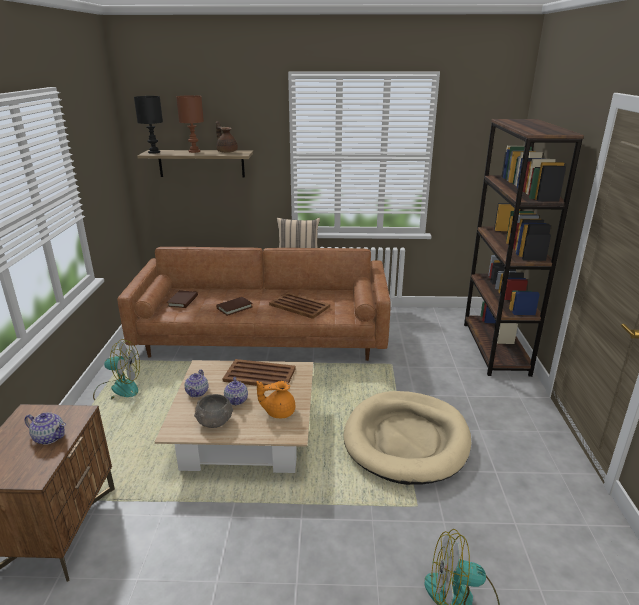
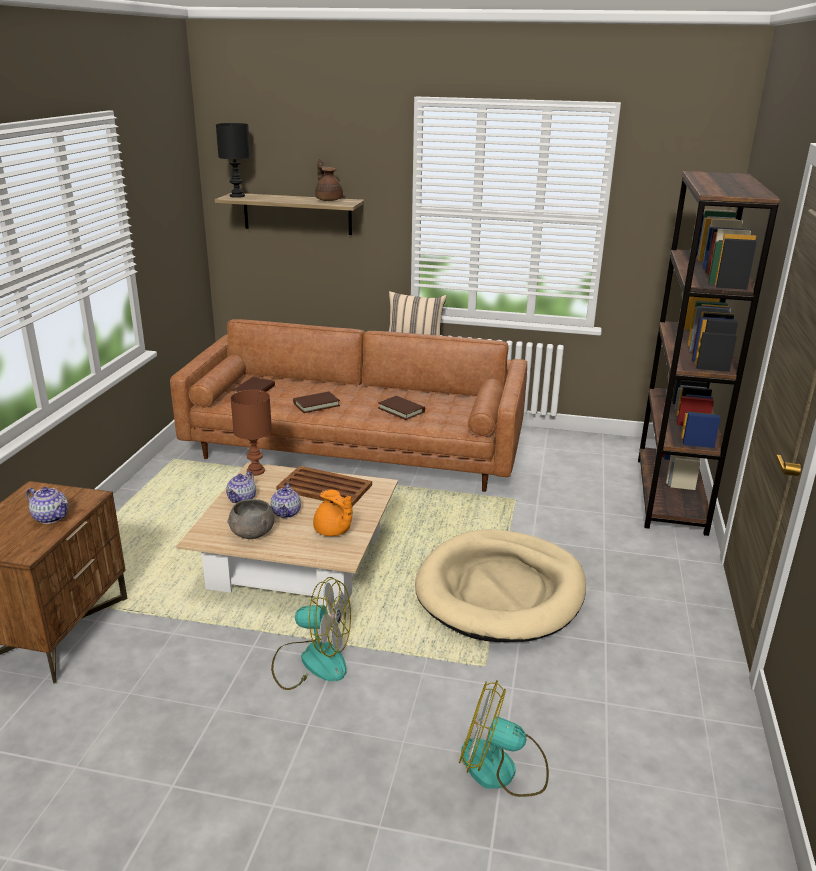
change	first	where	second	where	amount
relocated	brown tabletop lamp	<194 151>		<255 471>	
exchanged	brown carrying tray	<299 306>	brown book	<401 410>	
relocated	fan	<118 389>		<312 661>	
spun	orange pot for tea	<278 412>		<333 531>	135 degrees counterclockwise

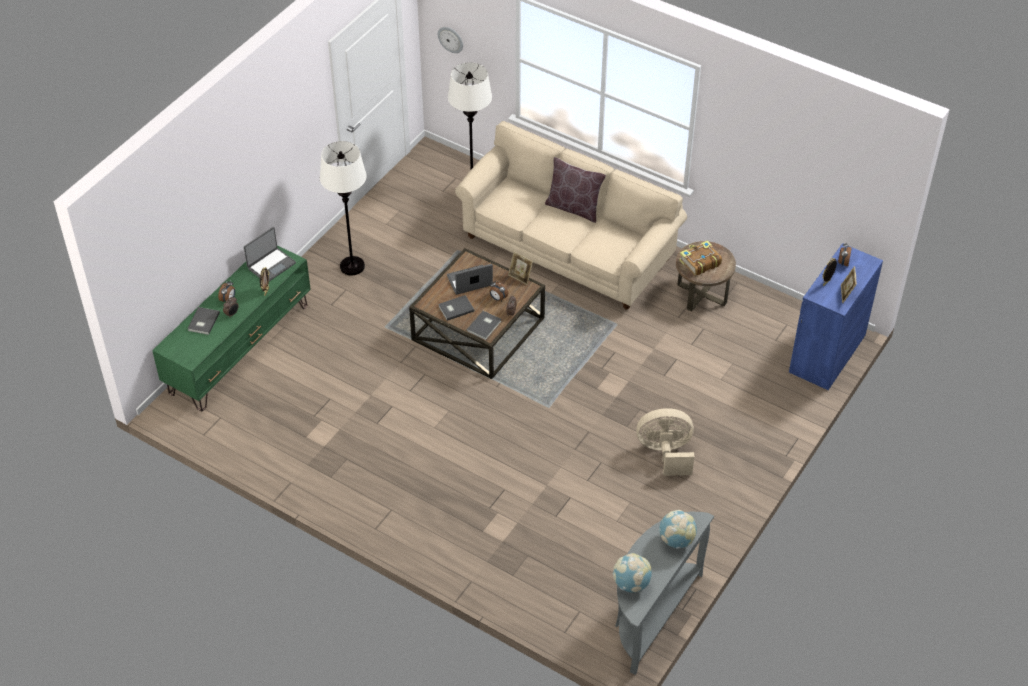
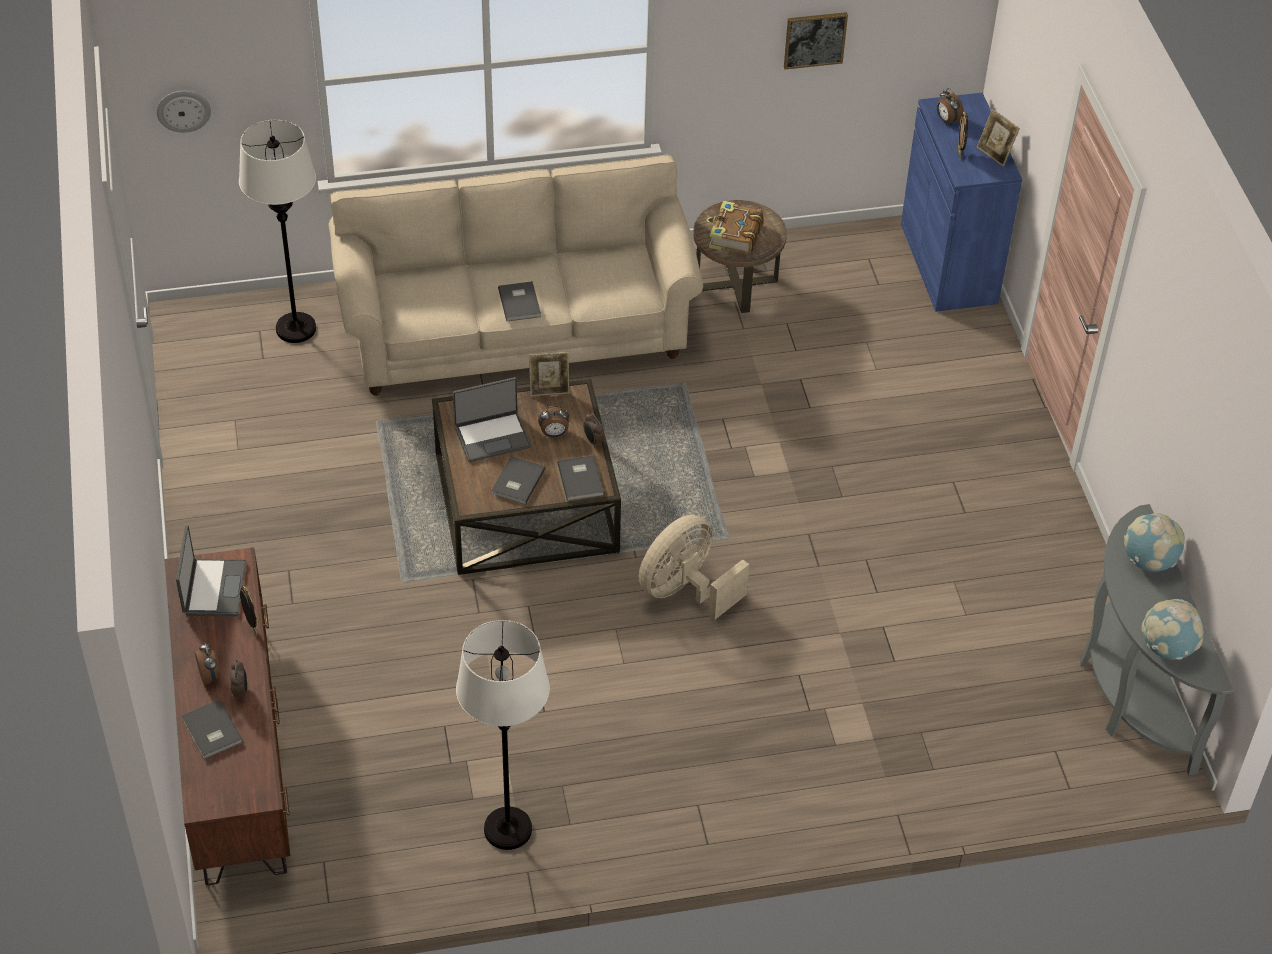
change	first	where	second	where	amount
relocated	whitish standard lamp	<352 266>		<508 829>	
missing	brown pillow	<574 208>			
colour	green-coloured tv unit	<240 348>	brown tv unit	<234 749>	
spun	laptop	<470 281>		<492 436>	135 degrees counterclockwise
relocated	sand-coloured fan	<665 453>		<685 591>	
appeared			picture	<815 39>	
appeared			grey book	<520 302>	

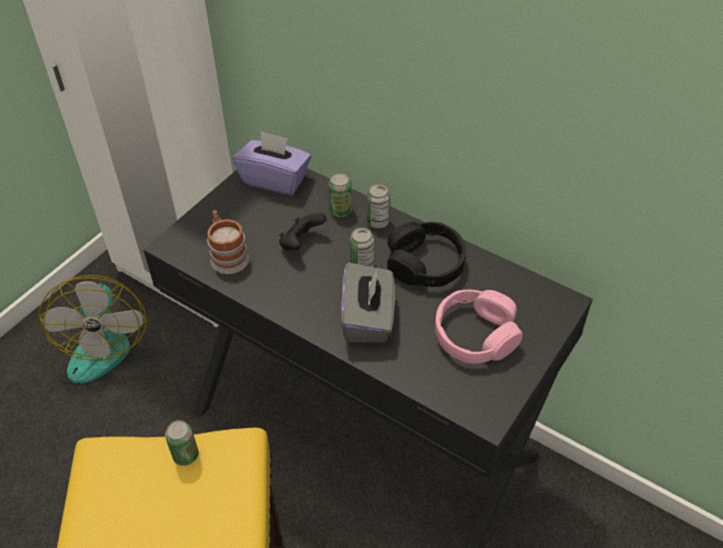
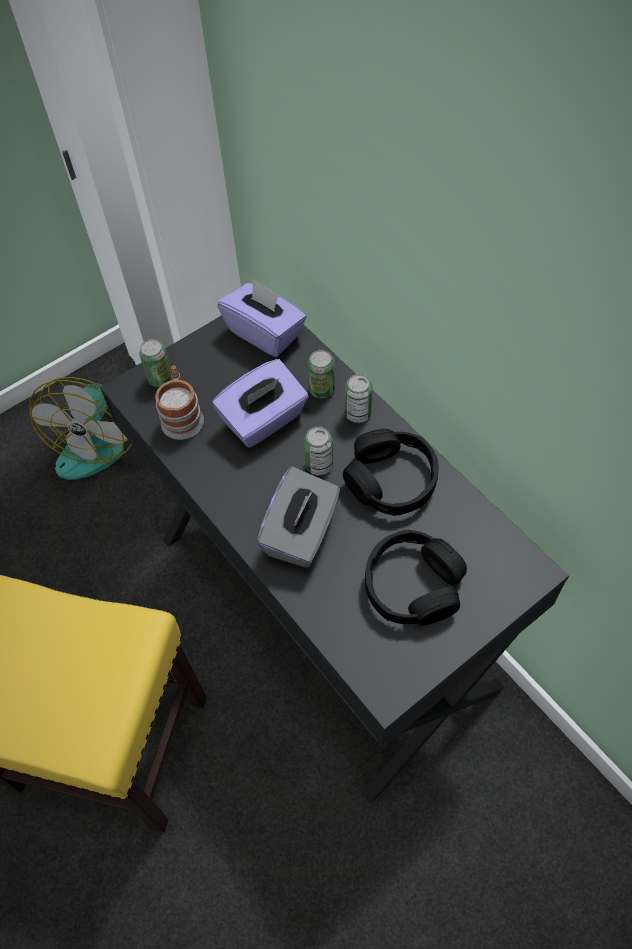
change	first	where	second	where	amount
exchanged	black-coloured gamepad	<301 243>	purplish tissue box	<264 420>	
colour	pinkish pair of headphones	<475 335>	black-coloured pair of headphones	<413 585>	
relocated	metal can	<185 455>		<160 378>	

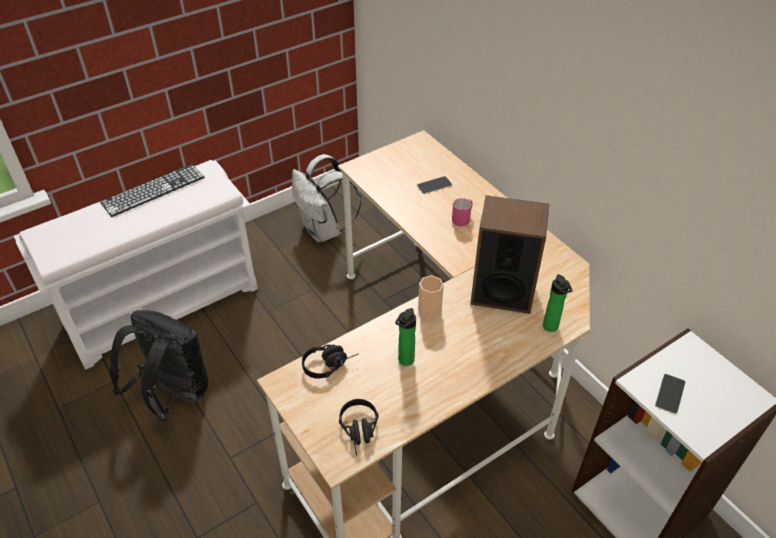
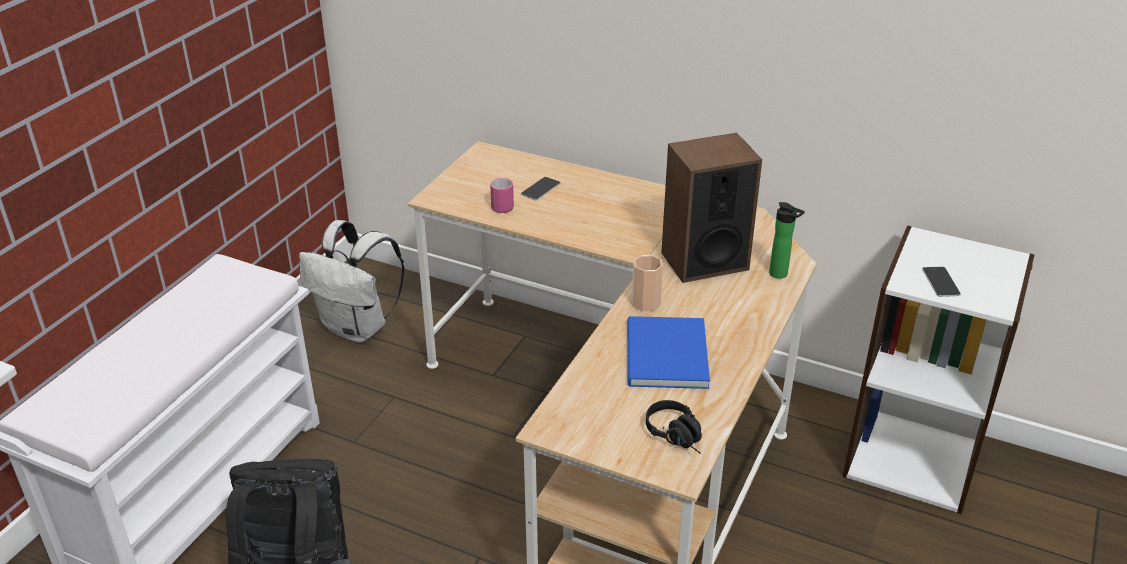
change	first	where	second	where	amount
missing	PC keyboard	<153 190>			
relocated	pinkish tea mug	<462 219>		<503 206>	
exchanged	bottle	<404 361>	blue book	<664 357>	
missing	black-coloured pair of headphones	<330 364>			

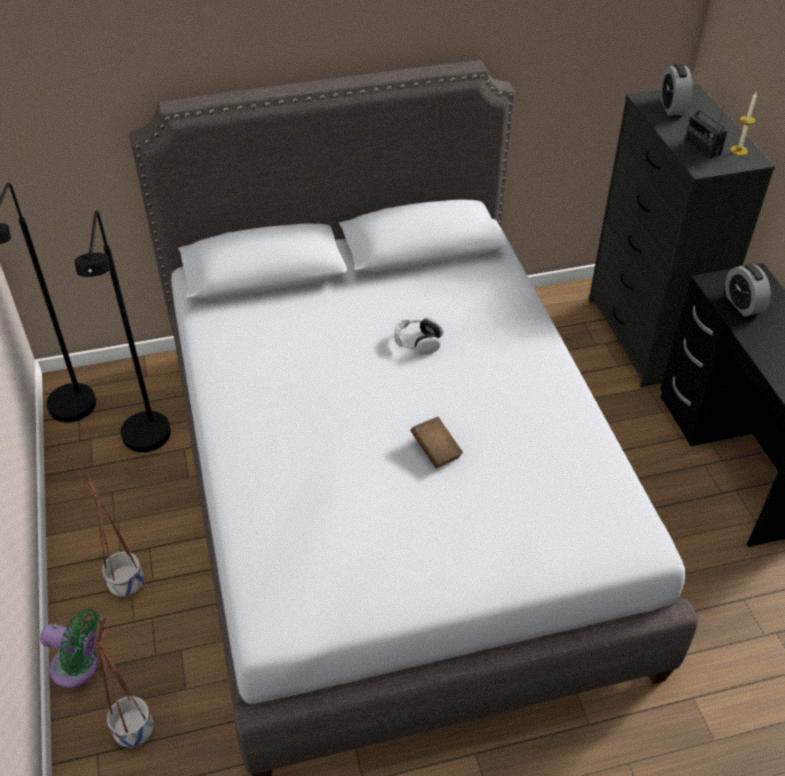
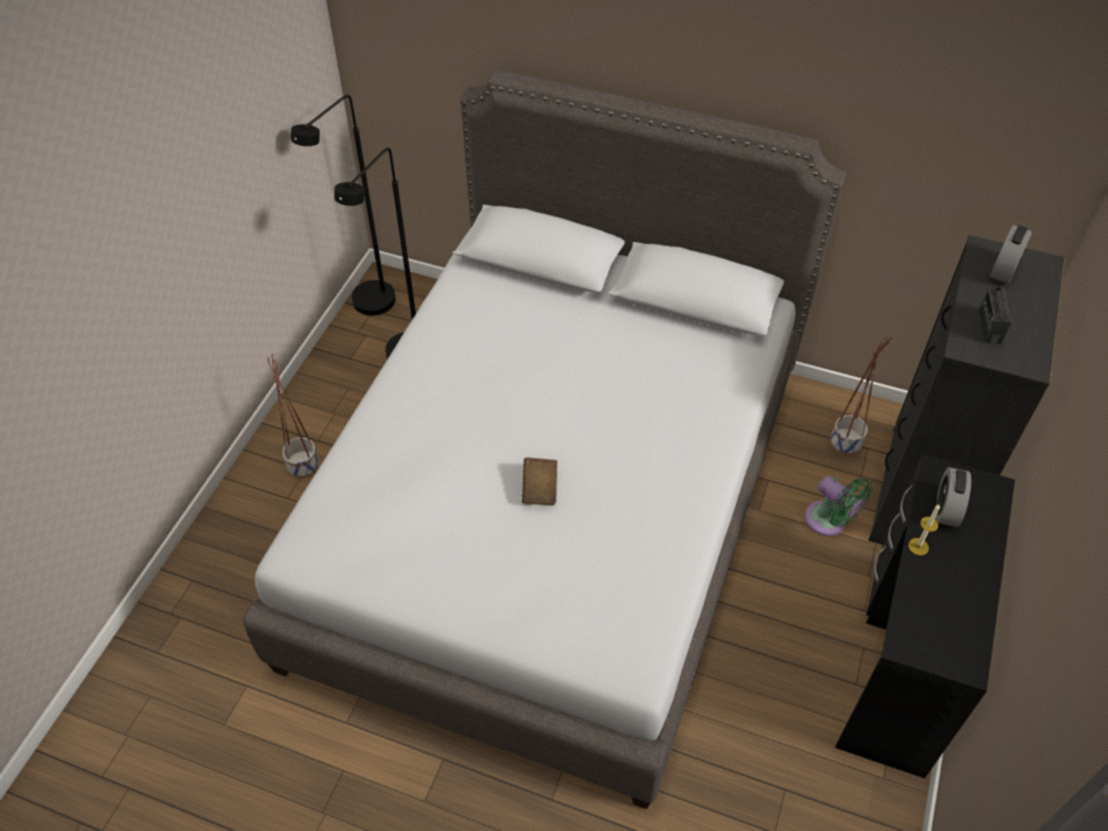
change	first	where	second	where	amount
relocated	wax candle	<739 150>		<918 546>	
missing	pair of headphones	<418 342>			
relocated	green-coloured fan	<79 667>		<829 522>	
relocated	planter	<134 731>		<845 444>	

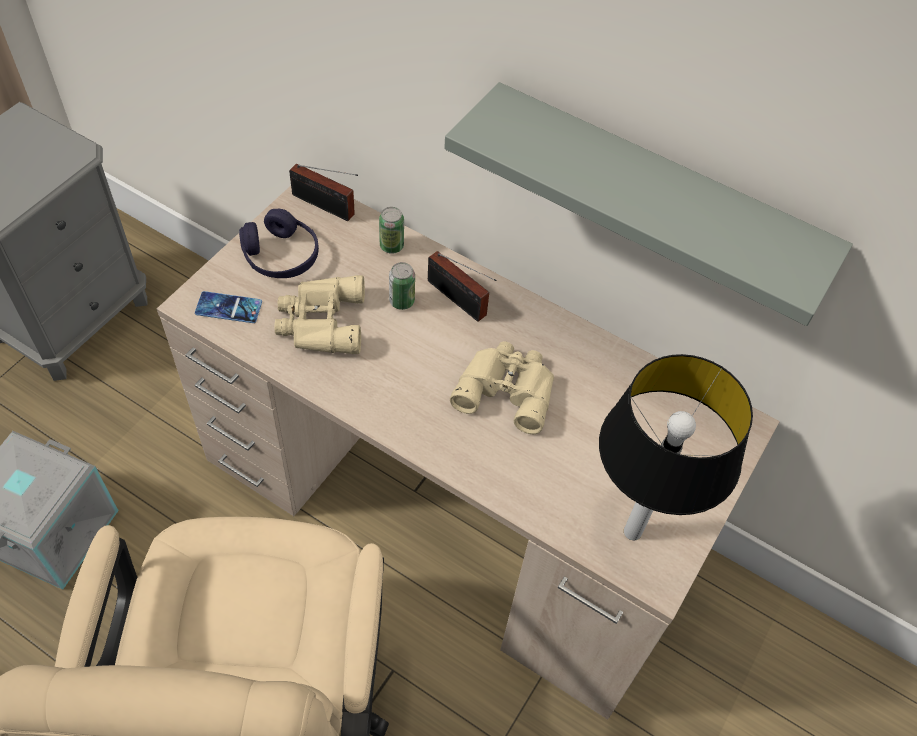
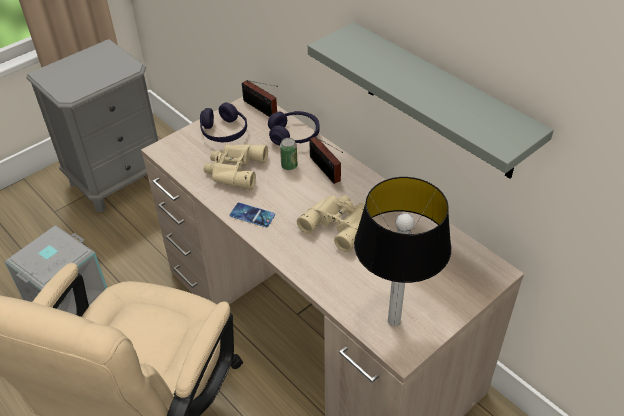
change	first	where	second	where	amount
exchanged	metal can	<391 246>	purplish pair of headphones	<294 135>	
relocated	telephone	<228 308>		<252 215>	

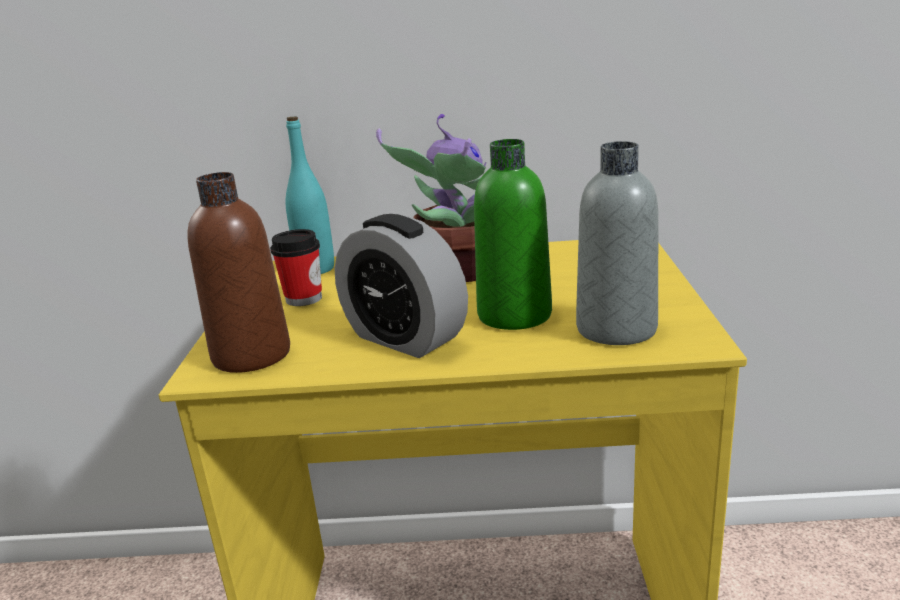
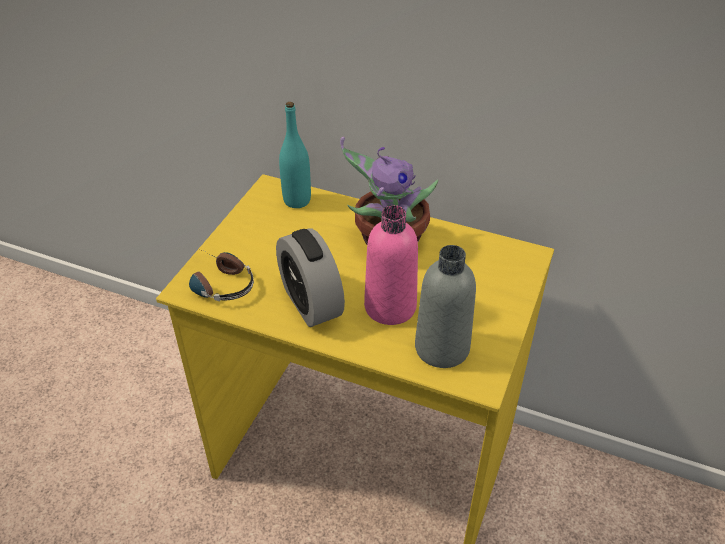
change	first	where	second	where	amount
colour	green-coloured bottle	<514 315>	pinkish bottle	<390 307>	
exchanged	brown bottle	<251 355>	pair of headphones	<217 283>	
missing	small cup	<304 298>			

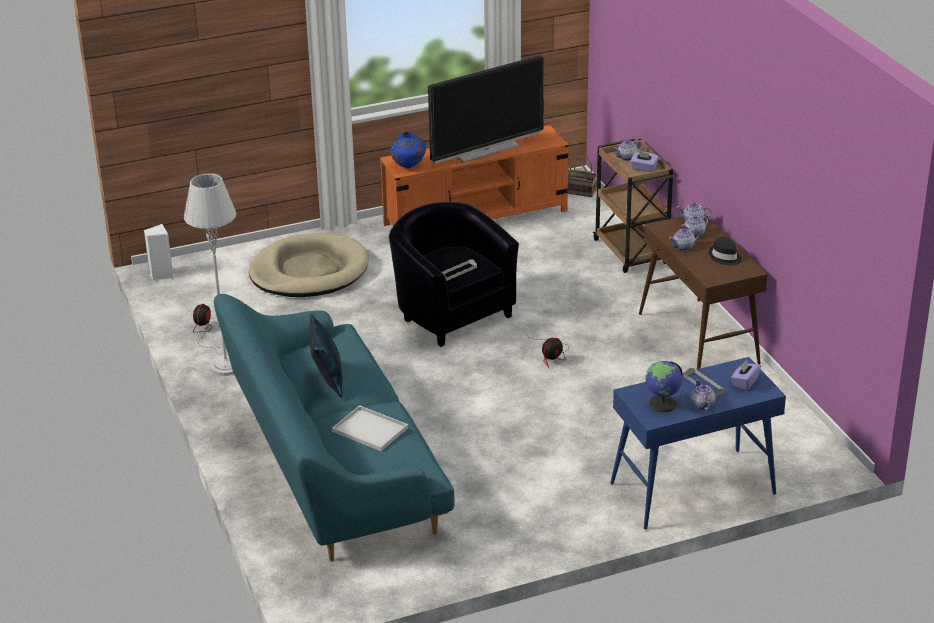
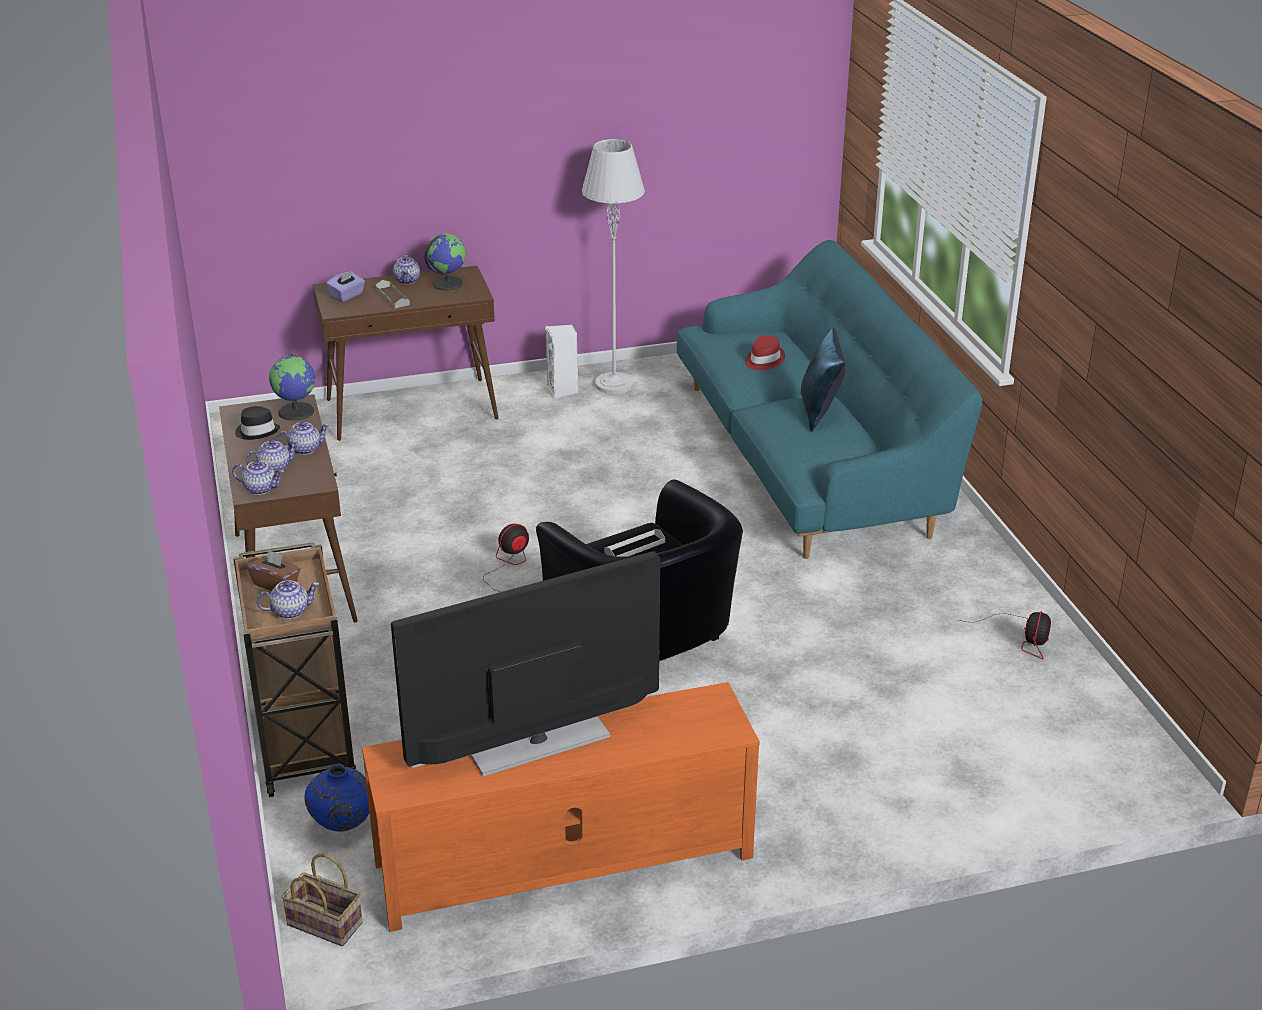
change	first	where	second	where	amount
relocated	blue flower vase	<408 167>		<343 825>	
colour	purplish tissue box	<643 168>	brown tissue box	<276 584>	
relocated	grey standard lamp	<226 366>		<614 384>	
relocated	whitish loudspeaker	<161 275>		<563 390>	
missing	sand-coloured dog bed	<309 272>			
colour	blue console table	<692 489>	brown console table	<412 409>	
exchanged	whitish carrying tray	<371 429>	red-coloured clothing hat	<763 360>	
appeared			desk globe	<297 411>	

